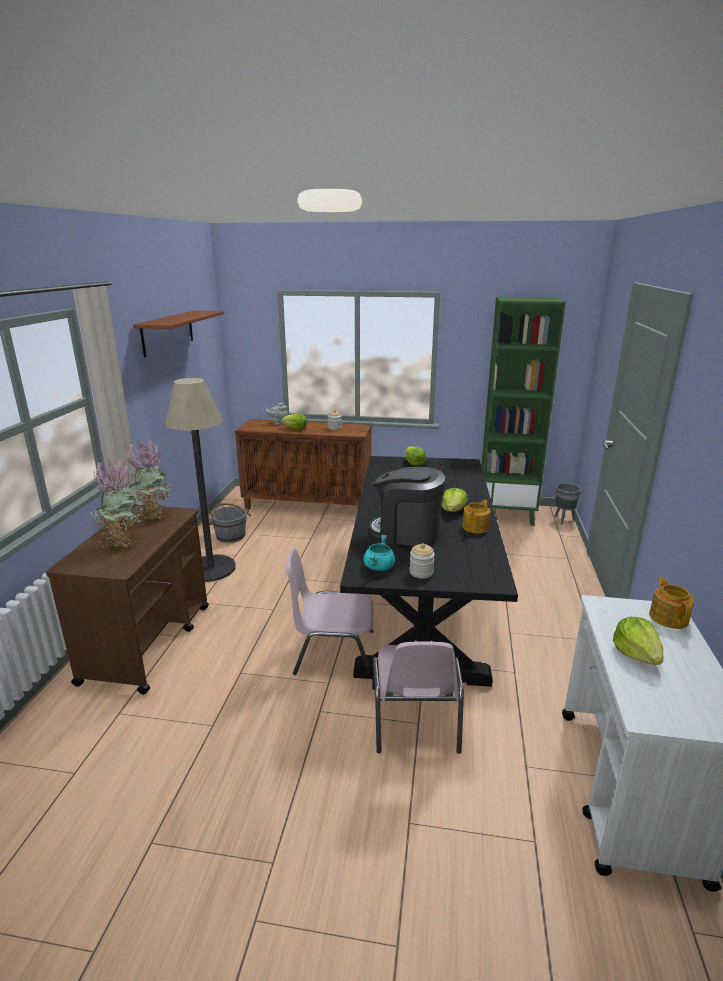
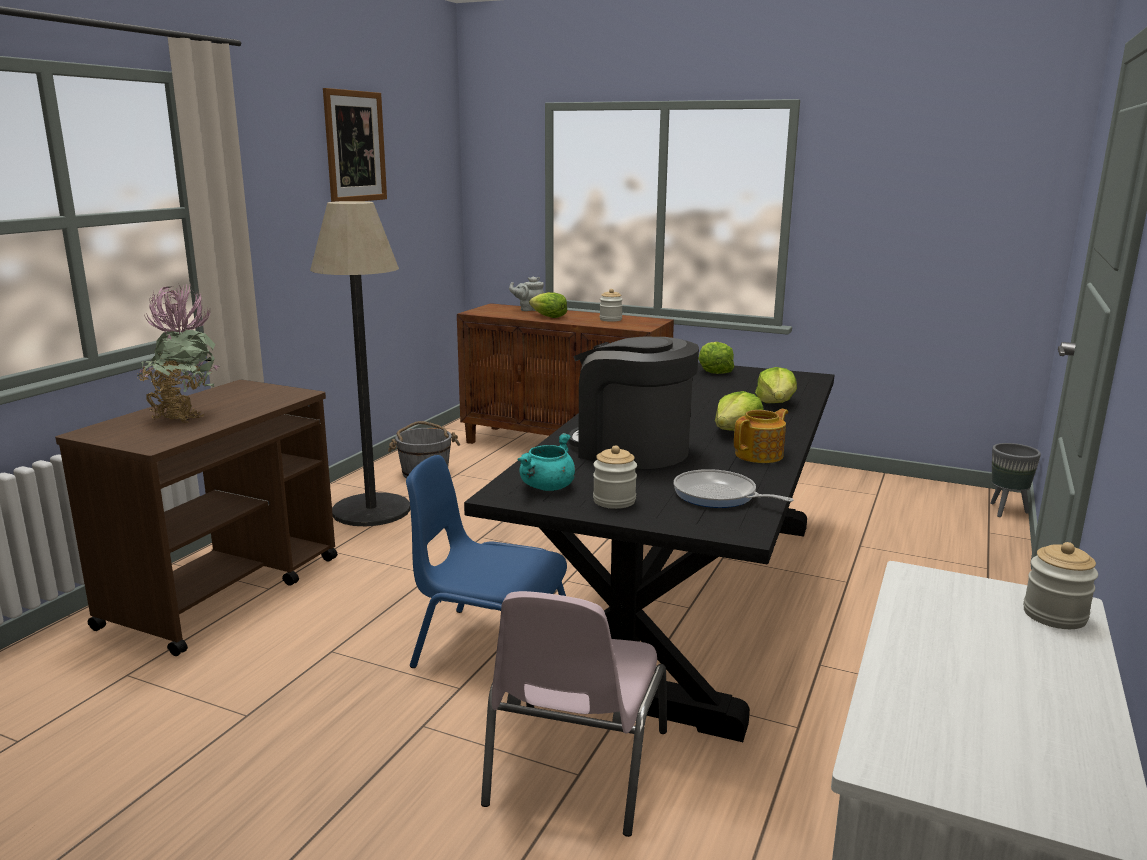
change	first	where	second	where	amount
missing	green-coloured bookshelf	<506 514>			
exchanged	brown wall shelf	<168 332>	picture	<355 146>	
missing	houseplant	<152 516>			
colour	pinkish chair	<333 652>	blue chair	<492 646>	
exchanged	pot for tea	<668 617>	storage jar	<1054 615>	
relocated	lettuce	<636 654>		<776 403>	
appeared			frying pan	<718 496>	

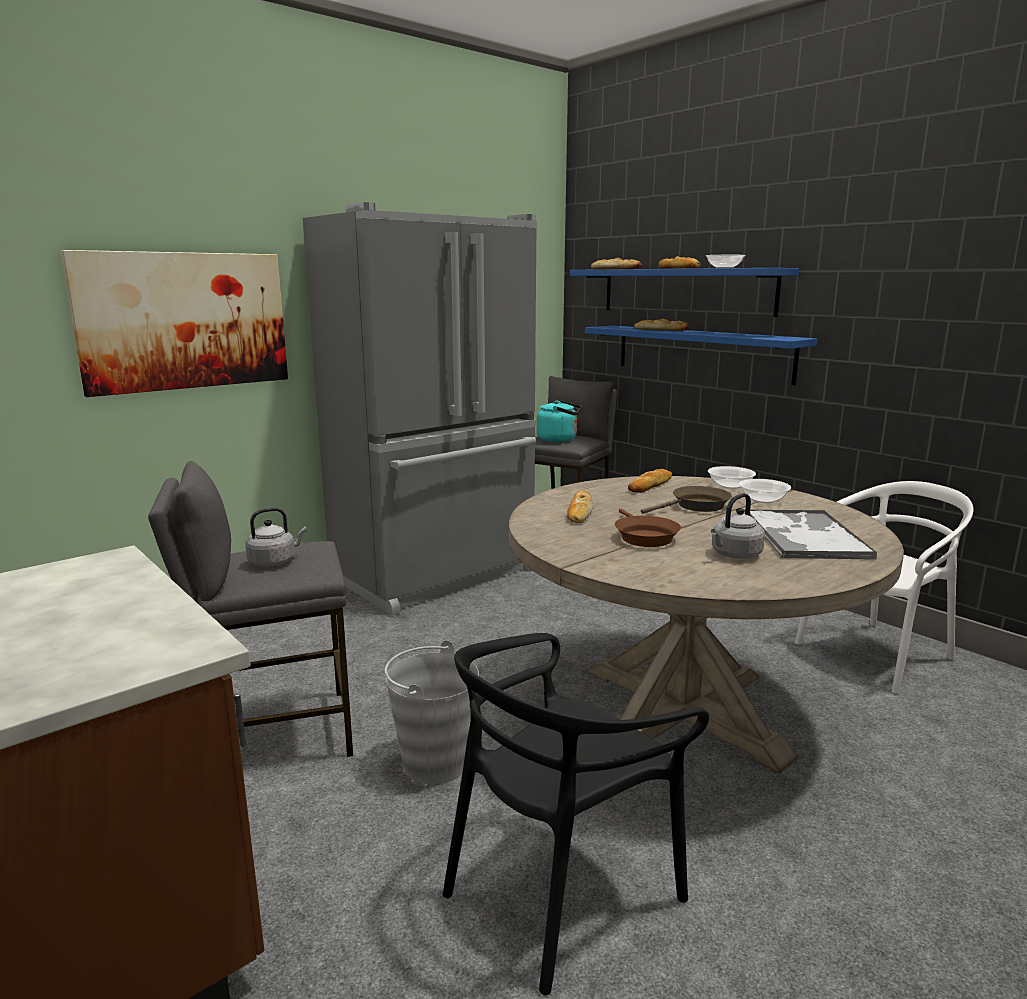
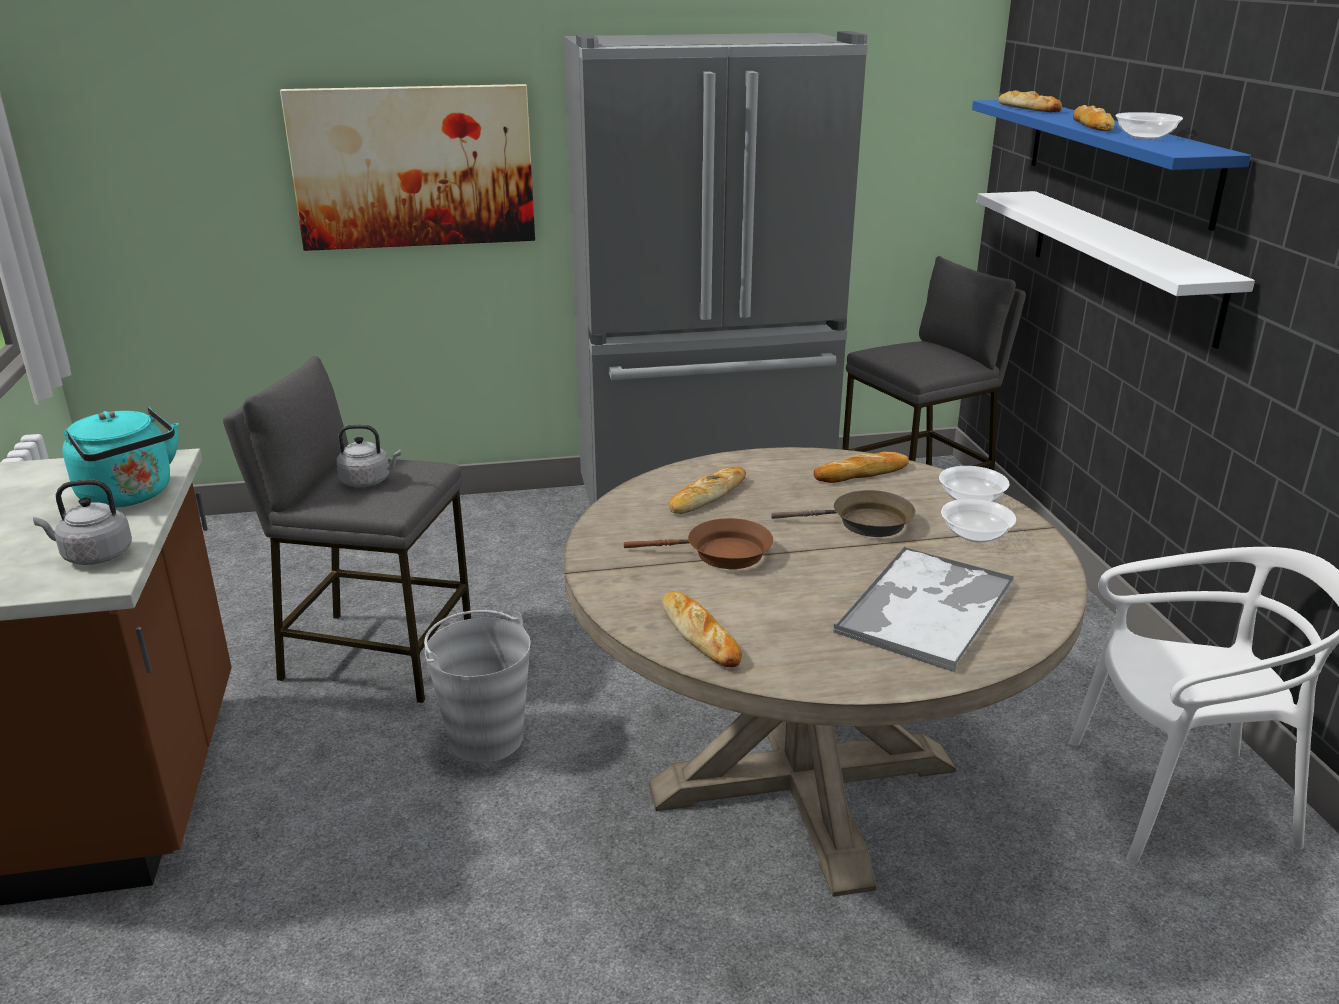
change	first	where	second	where	amount
relocated	bread	<661 330>		<700 635>	
colour	blue wall shelf	<701 353>	whitish wall shelf	<1122 262>	
relocated	turquoise kettle	<559 439>		<130 496>	
relocated	grey kettle	<734 555>		<94 556>	
spun	brown frying pan	<643 536>		<721 554>	105 degrees counterclockwise
missing	black-coloured chair	<561 889>			

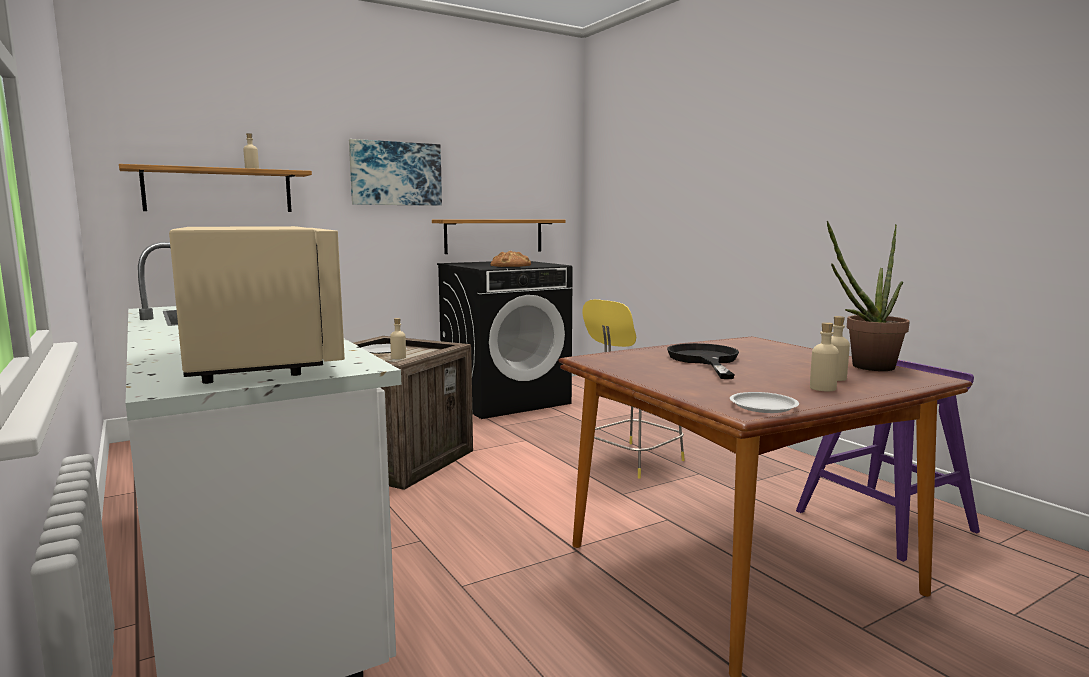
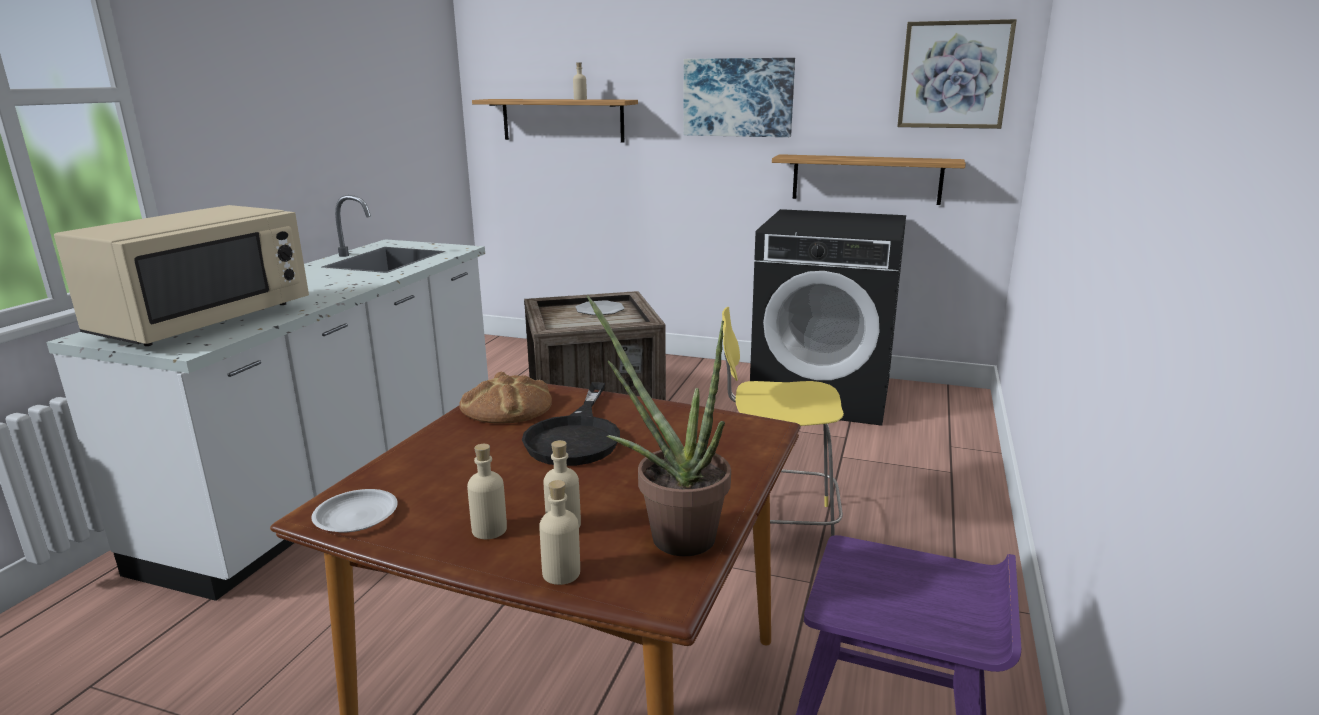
change	first	where	second	where	amount
relocated	bread	<510 265>		<507 406>	
relocated	sand-coloured bottle	<398 357>		<561 573>	
spun	black-coloured frying pan	<704 360>		<576 436>	135 degrees clockwise
appeared			picture	<954 75>	

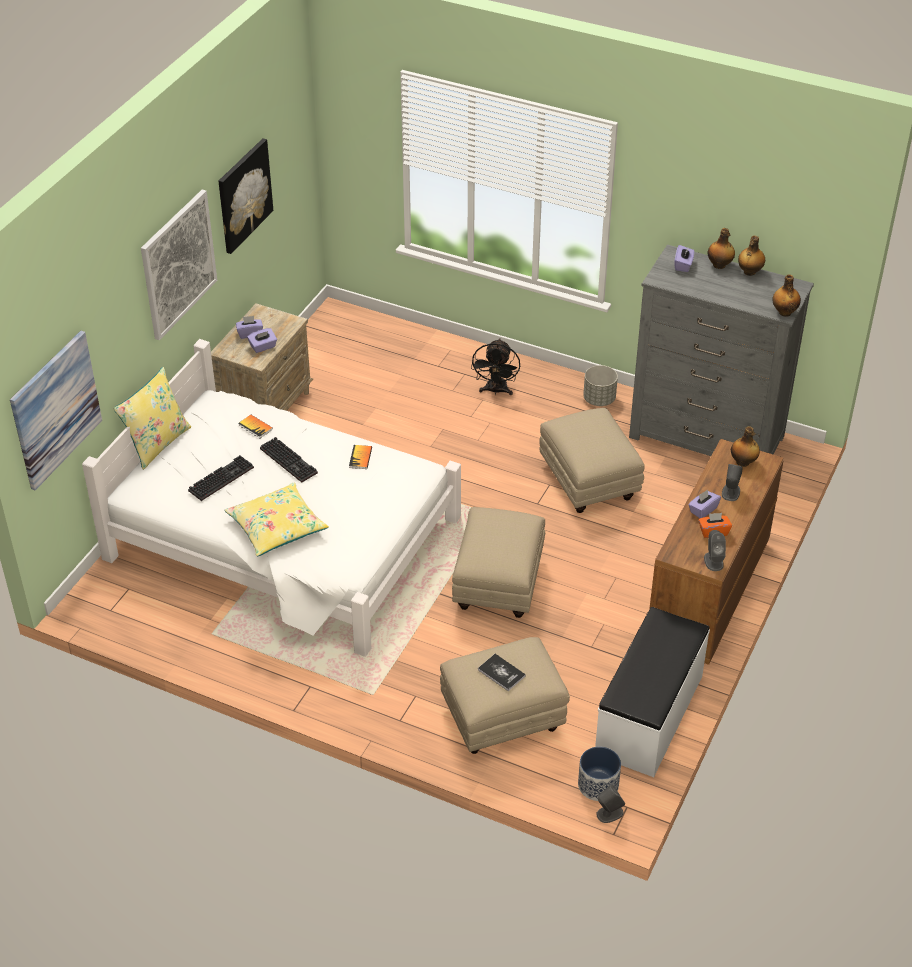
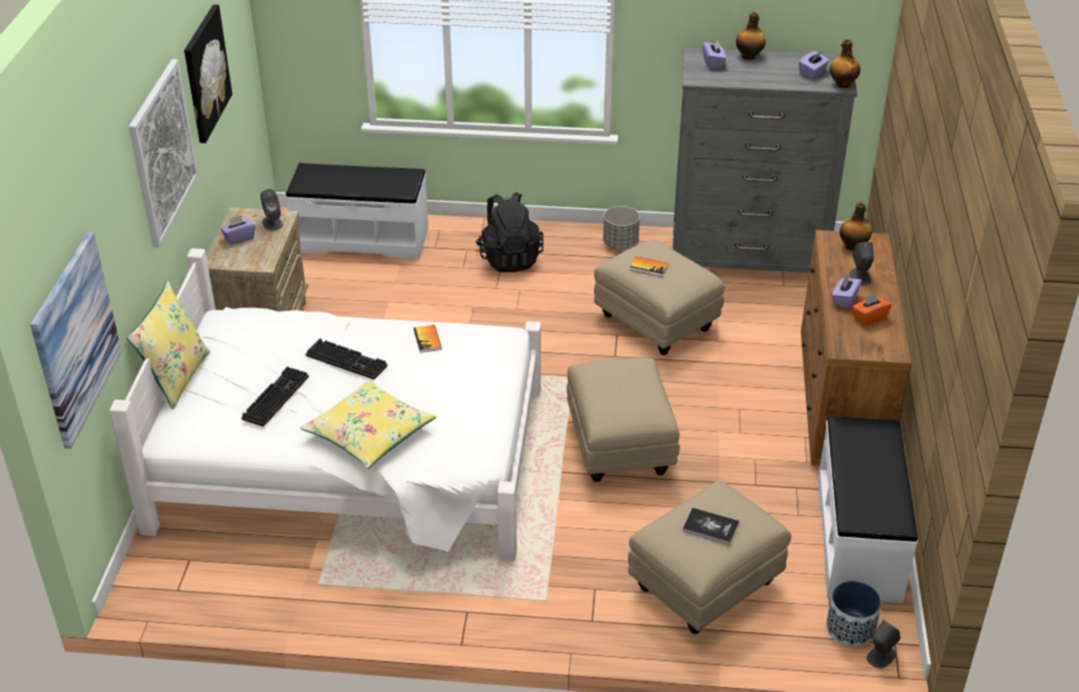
change	first	where	second	where	amount
missing	bottle	<749 272>			
relocated	purplish tissue box	<263 347>		<812 73>	
exchanged	black-coloured fan	<496 391>	black-coloured knapsack	<509 258>	
relocated	book	<255 427>		<649 267>	
relocated	grey loudspeaker	<713 561>		<272 223>	
appeared			whitish bench	<361 239>	

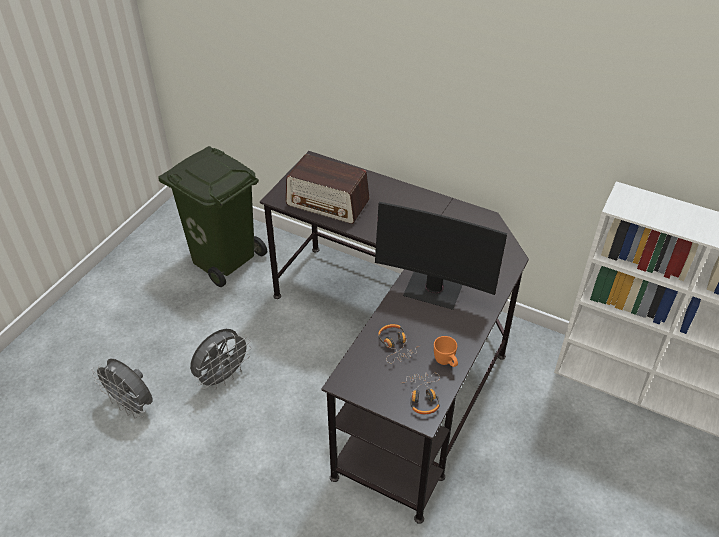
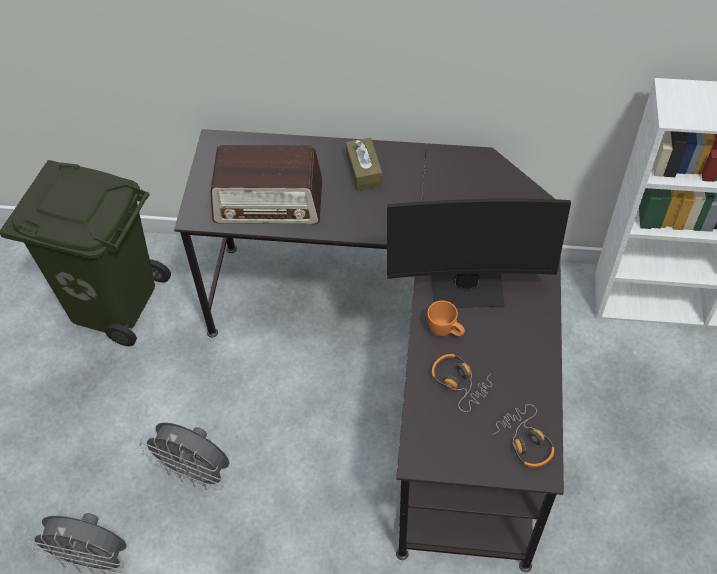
change	first	where	second	where	amount
spun	grey fan	<223 377>		<196 472>	90 degrees clockwise
relocated	orange tea mug	<446 363>		<445 332>	
appeared			brown tissue box	<364 171>	

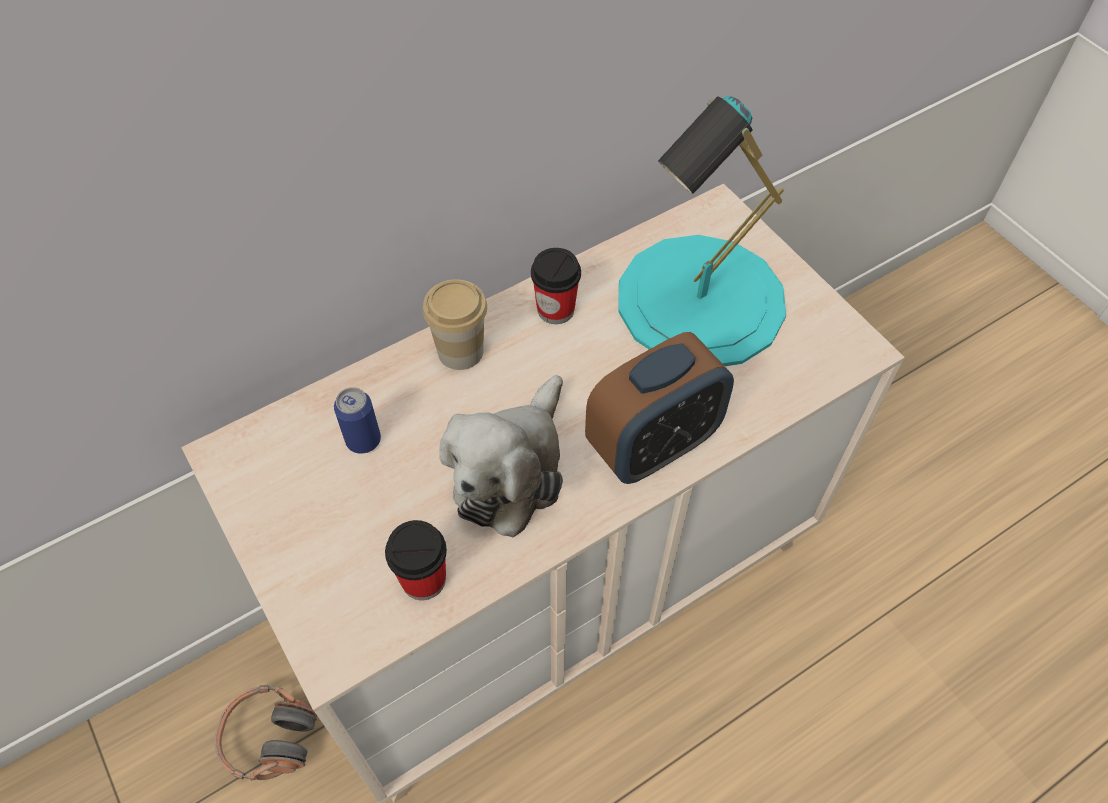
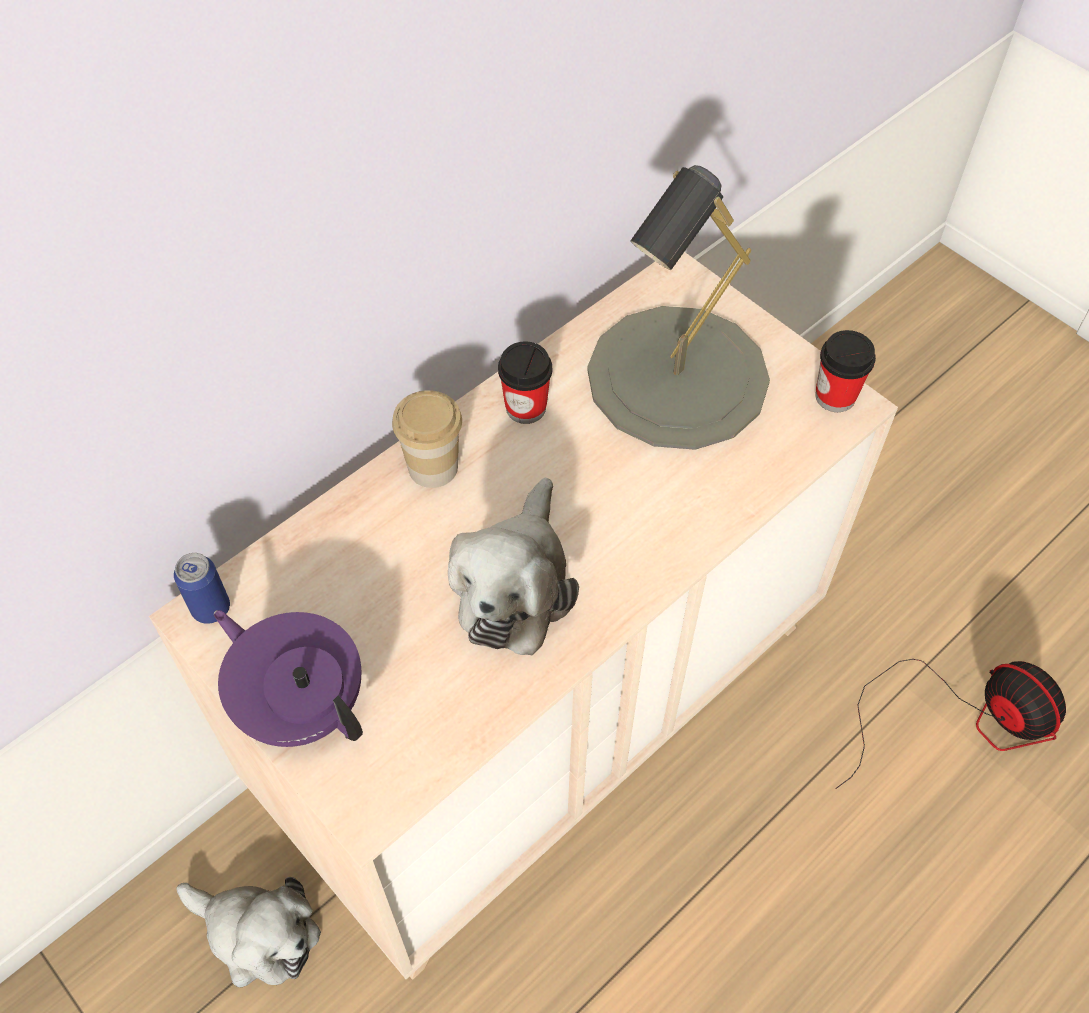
change	first	where	second	where	amount
colour	turquoise tabletop lamp	<701 301>	grey tabletop lamp	<678 377>	
missing	bedside clock	<653 445>			
relocated	metal can	<363 440>		<211 608>	
relocated	small cup	<423 579>		<835 396>	
exchanged	pair of headphones	<270 738>	cuddly toy	<257 934>	
appeared			purplish pot for tea	<301 703>	
appeared			fan	<963 719>	

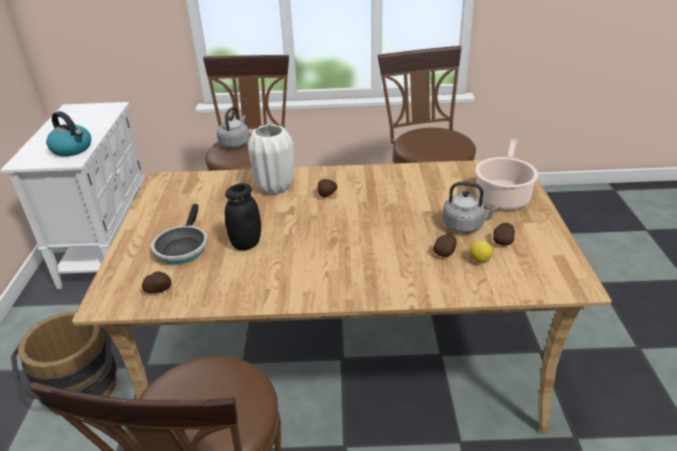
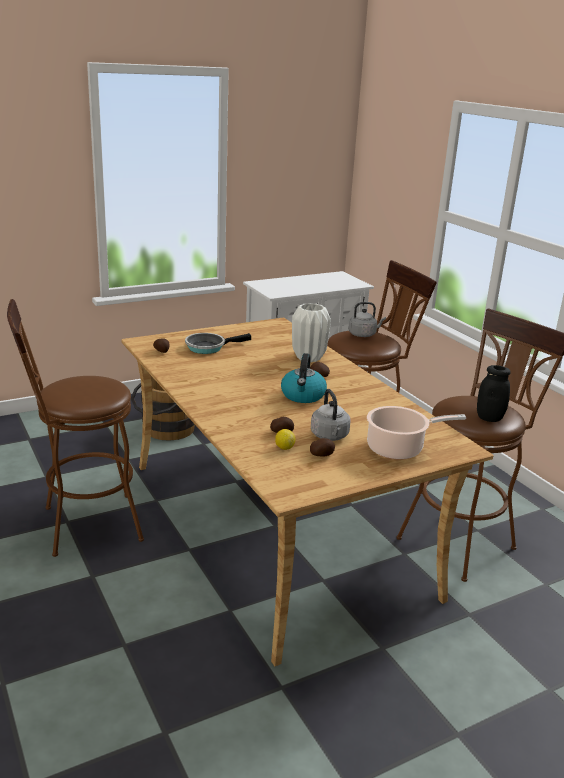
change	first	where	second	where	amount
relocated	kettle	<72 149>		<303 396>	
relocated	black-coloured storage jar	<246 243>		<489 418>	

